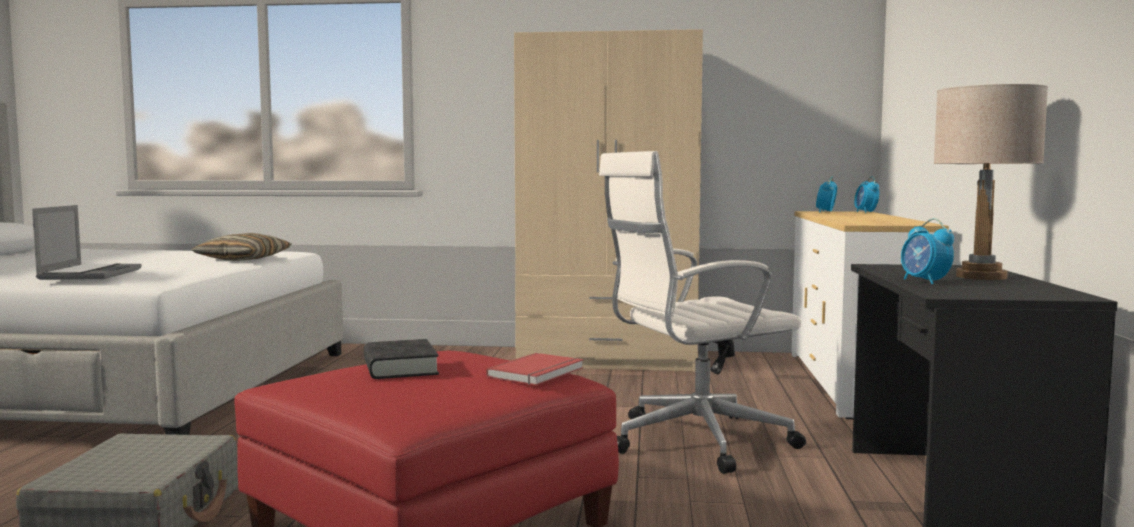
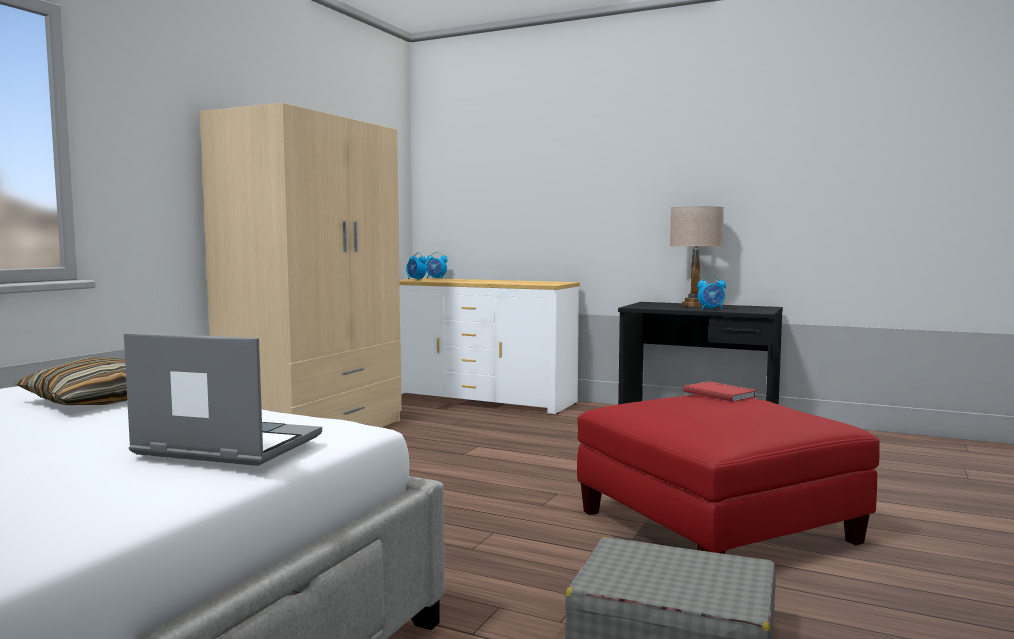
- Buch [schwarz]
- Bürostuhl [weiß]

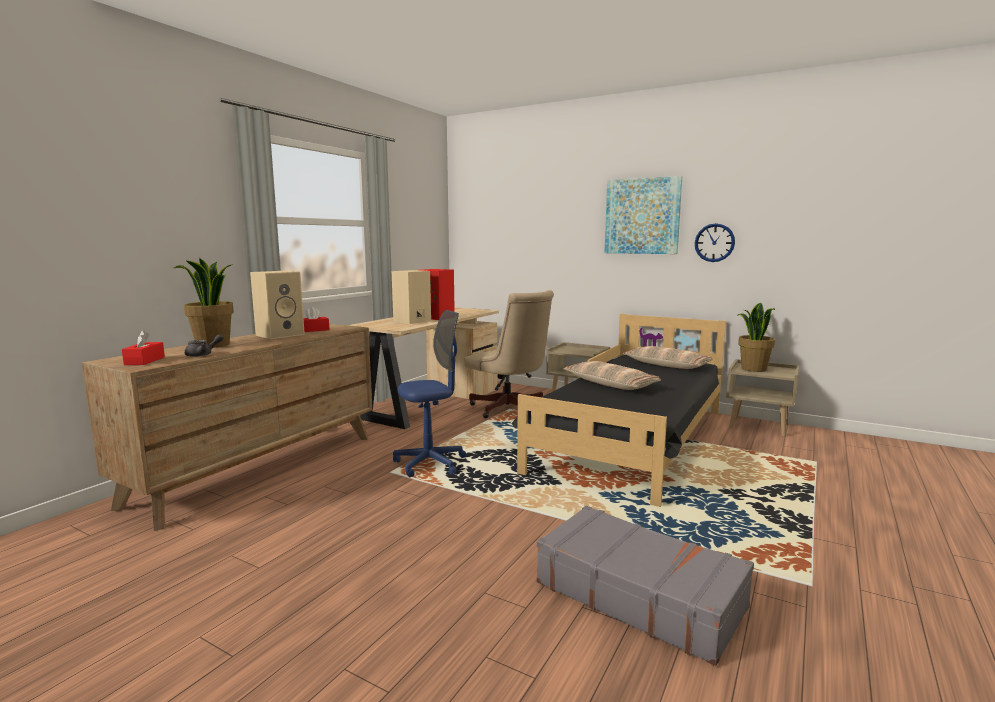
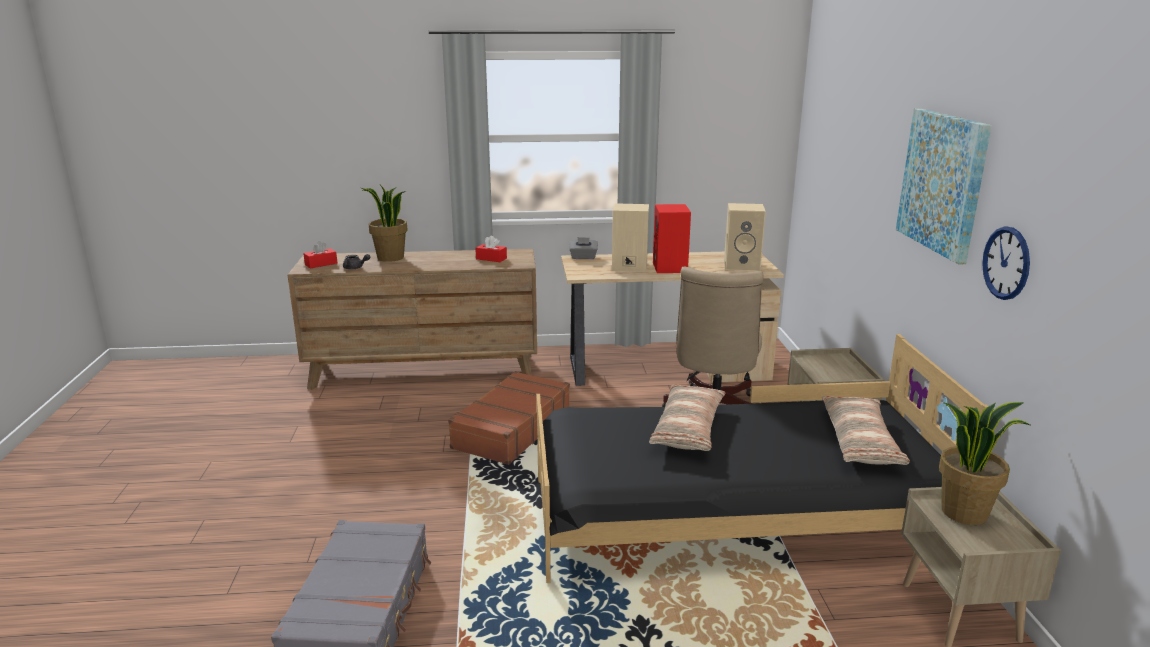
+ Taschentuchbox [grau]
~ Lautsprecher [beige] (no. 1 from left in the first image) to Lautsprecher [beige] (no. 2 from left)
~ Bürostuhl [blau] to Koffer [braun]

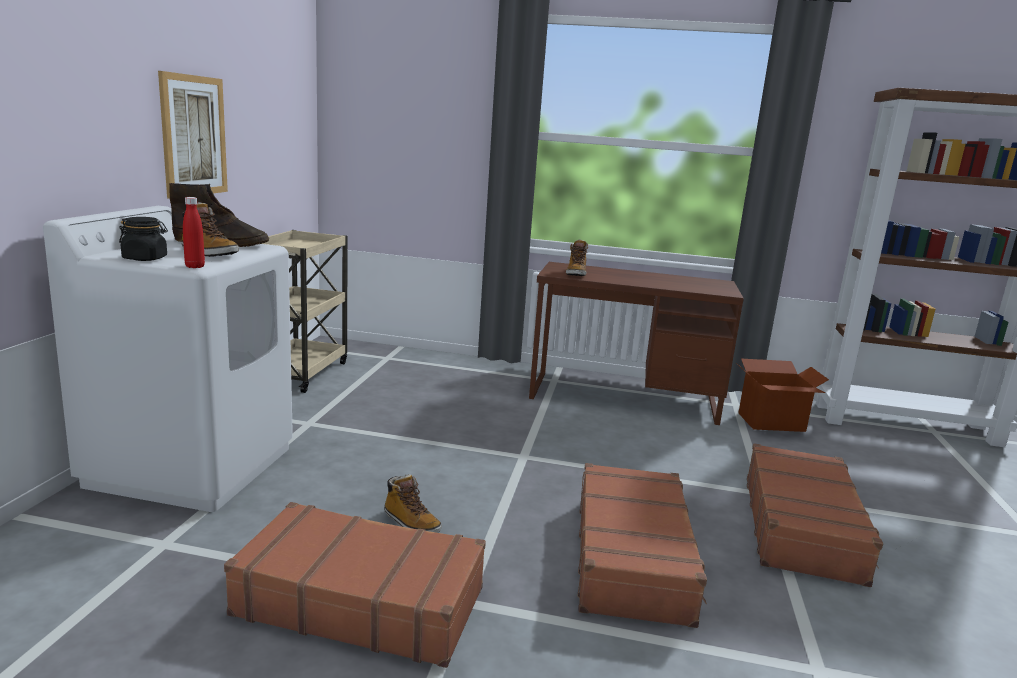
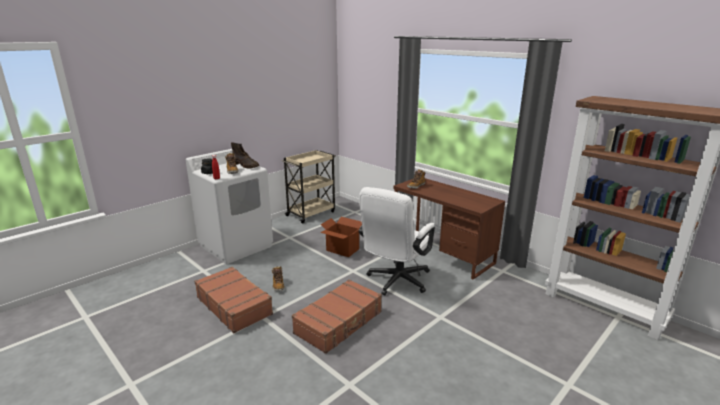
- Bild
- Koffer [braun] (no. 3 from left)
+ Bürostuhl [weiß]
~ Karton

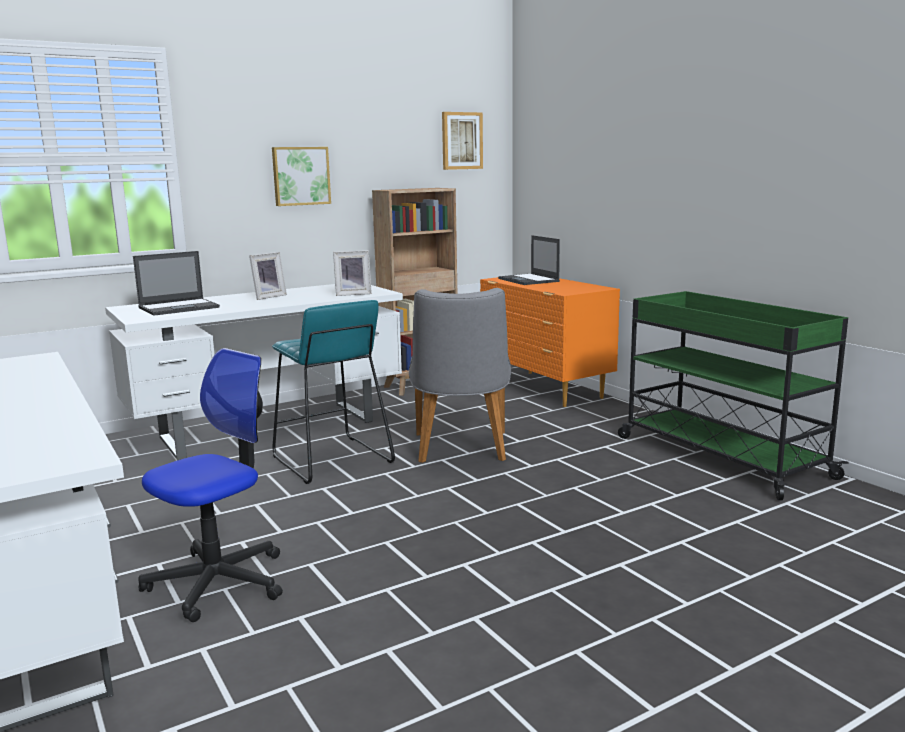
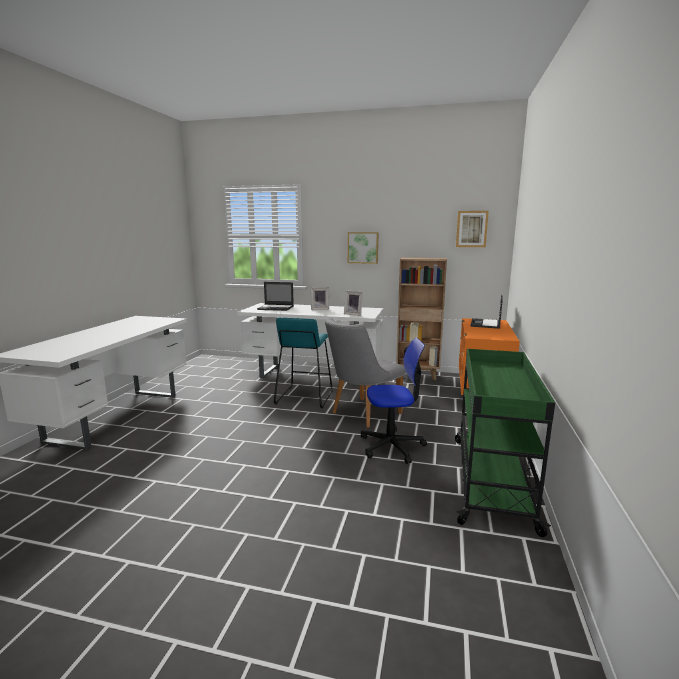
~ Bürostuhl

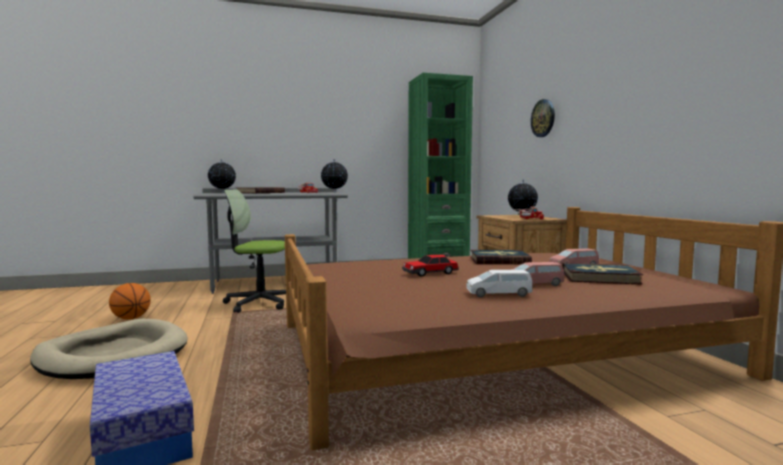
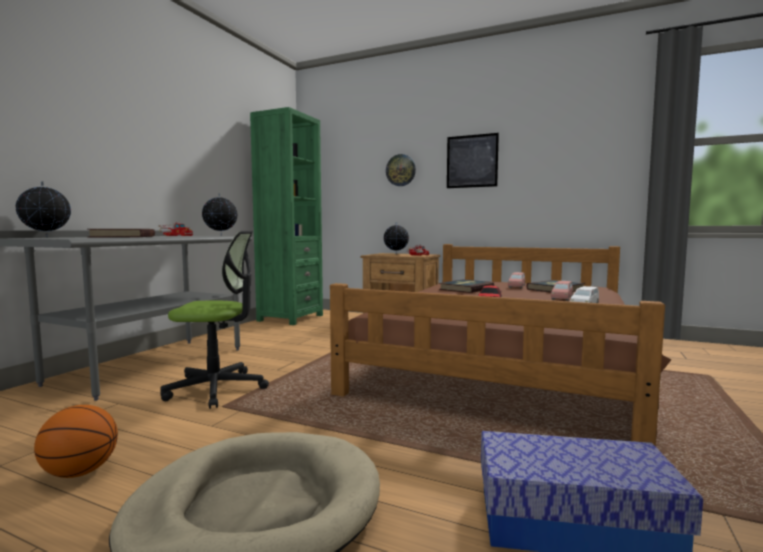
+ Bild
~ Bürostuhl 135 degrees counterclockwise

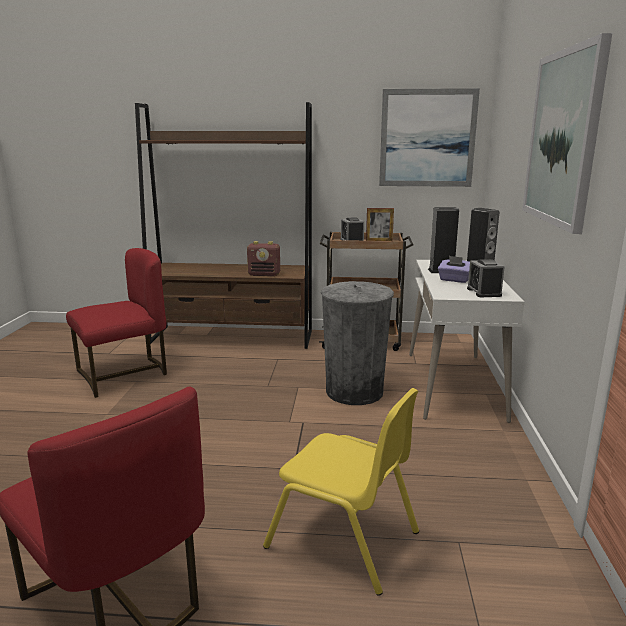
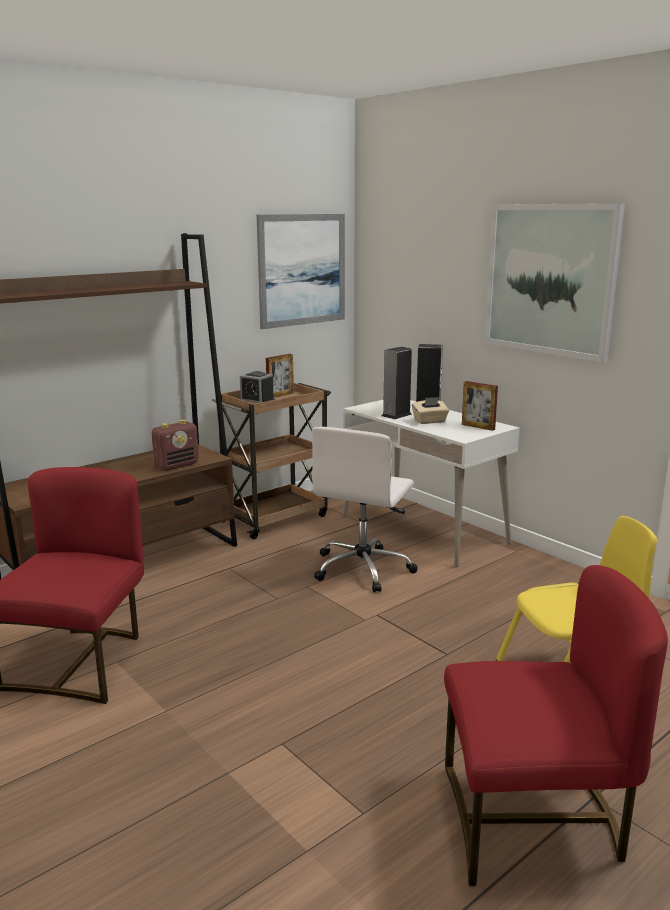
~ Mülleimer [grau] to Bürostuhl [weiß]
~ Wecker (no. 2 from left) to Bilderrahmen (no. 2 from left)
~ Taschentuchbox [lila] to Taschentuchbox [beige]

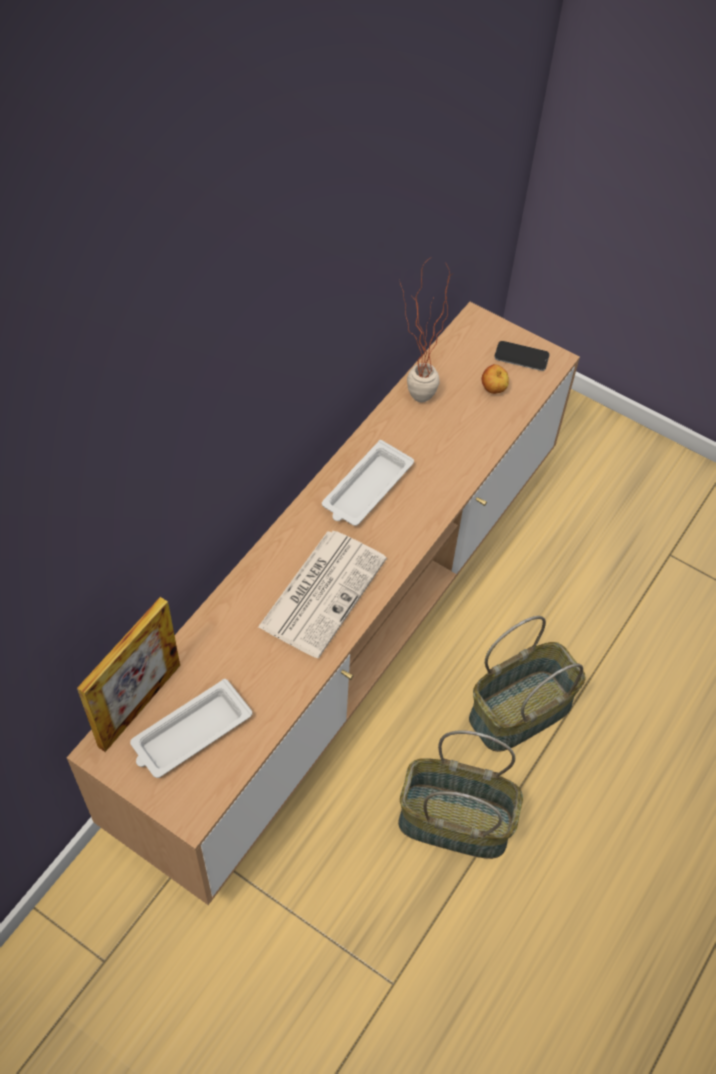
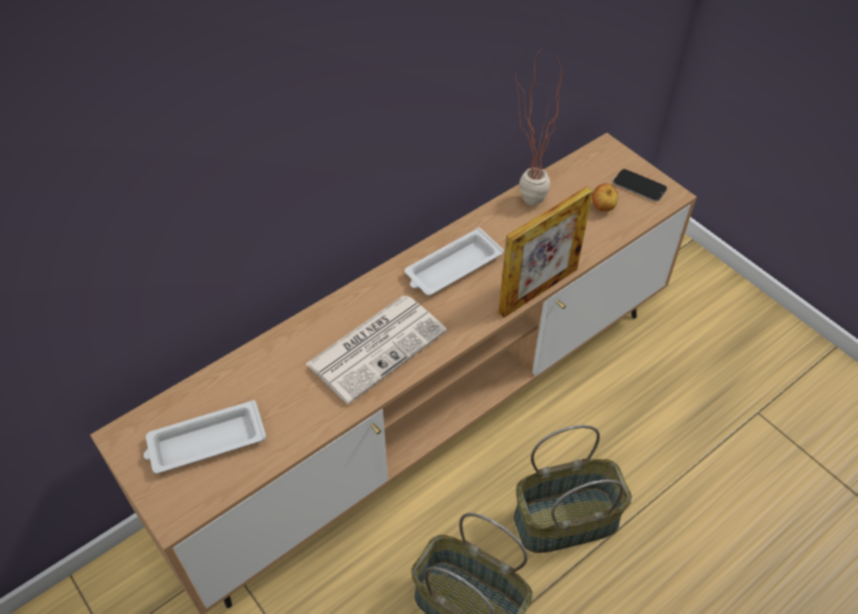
~ Bilderrahmen

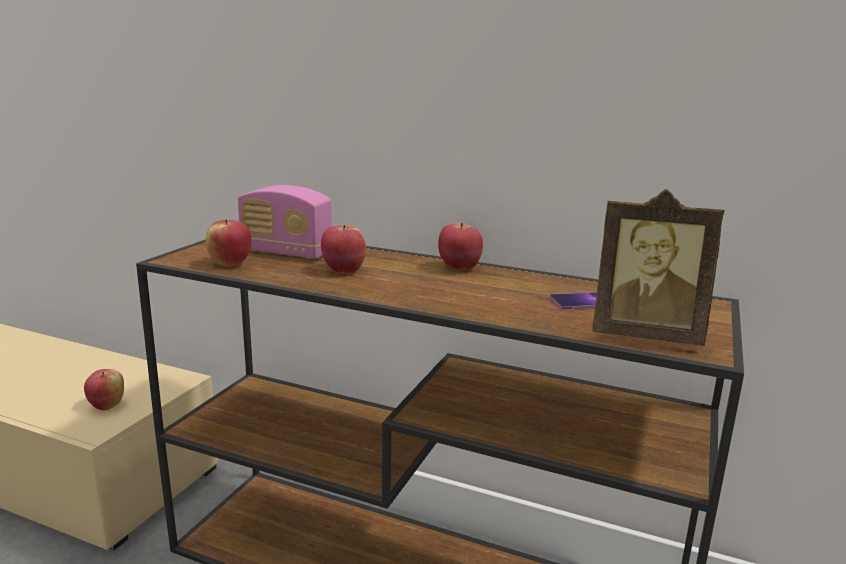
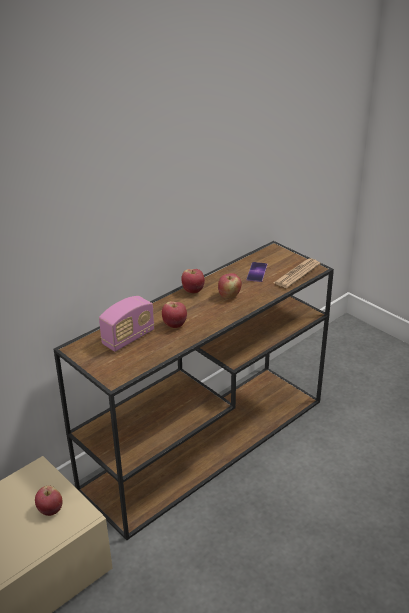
~ Apfel (no. 2 from left in the first image) to Apfel (no. 4 from left)
~ Bilderrahmen to Zeitung

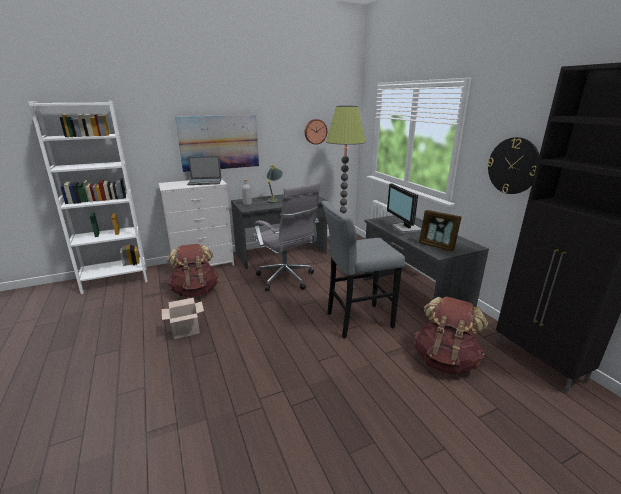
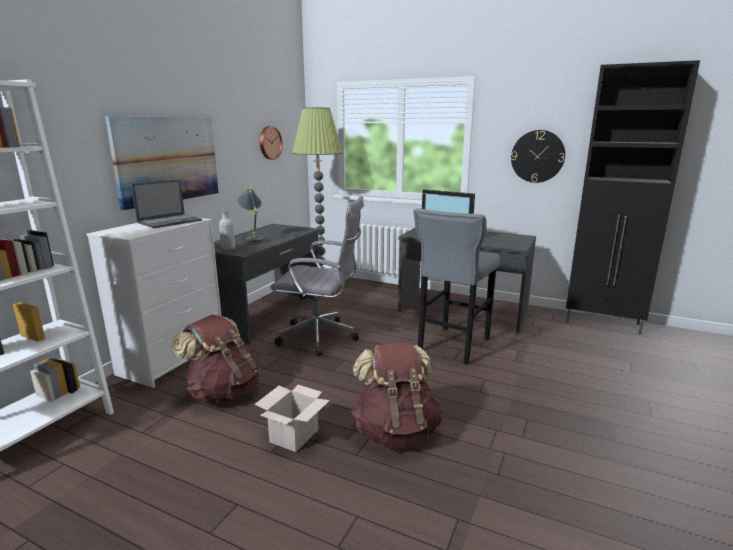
- Bilderrahmen
~ Rucksack [braun] (no. 2 from left)

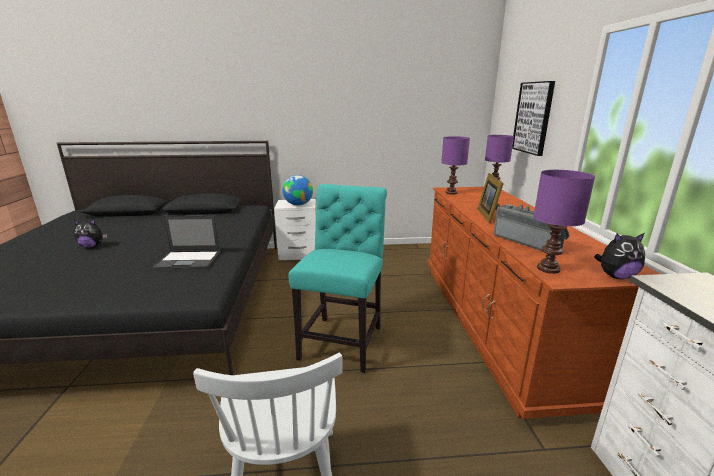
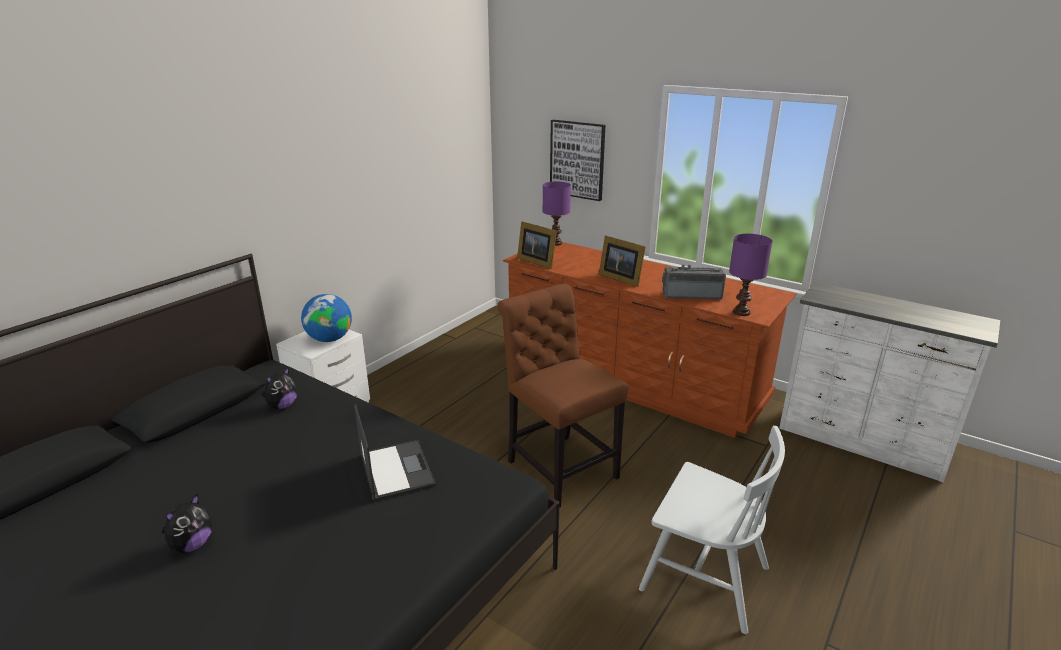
~ Plüschtier (no. 2 from left)
~ Tischlampe [lila] (no. 1 from left) to Bilderrahmen (no. 1 from left)
~ Stuhl [türkis] to Stuhl [braun]
~ Laptop 60 degrees counterclockwise

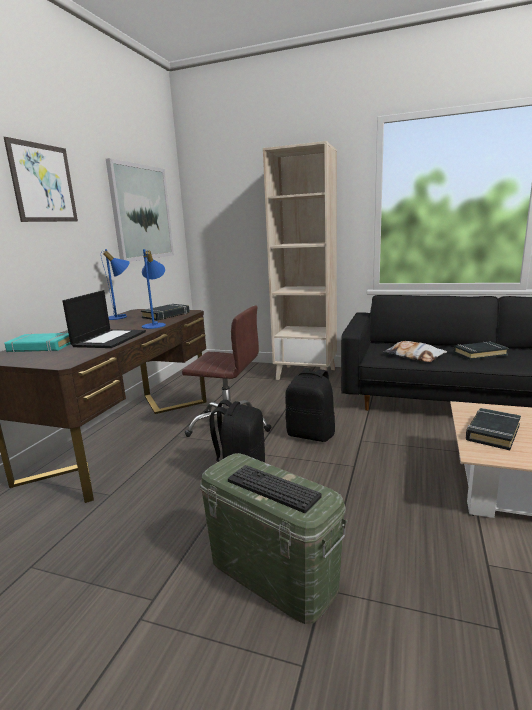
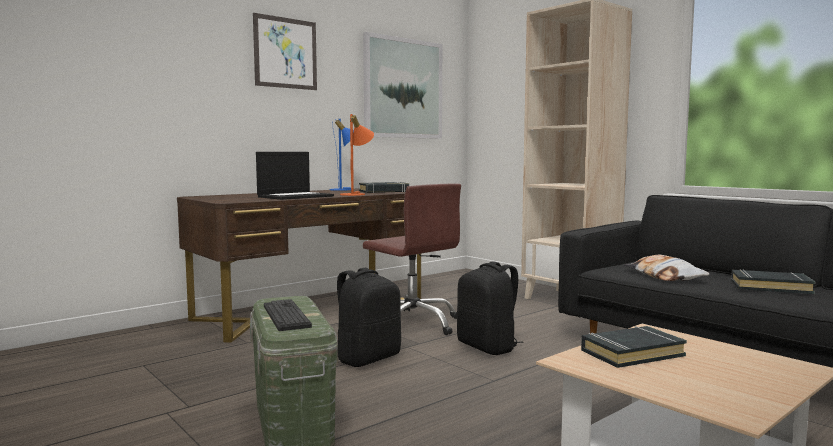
- Buch [türkis]
~ Tischlampe [blau] (no. 2 from left) to Tischlampe [orange]

